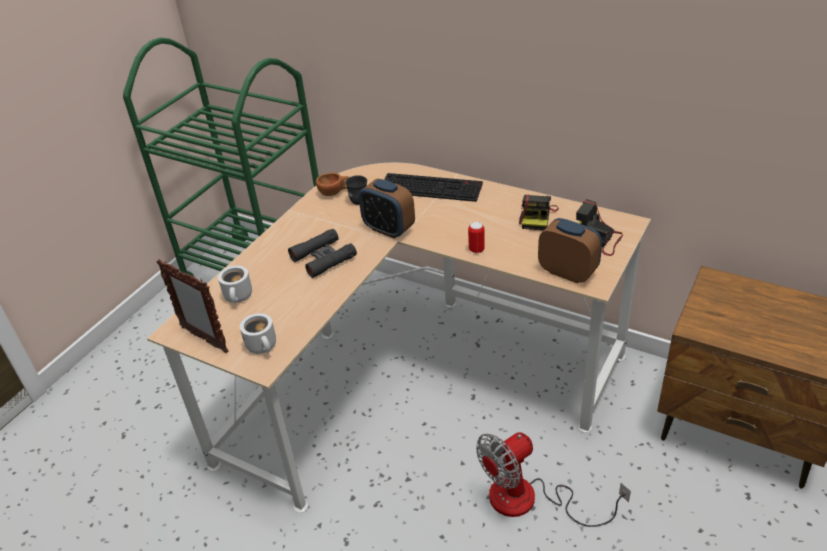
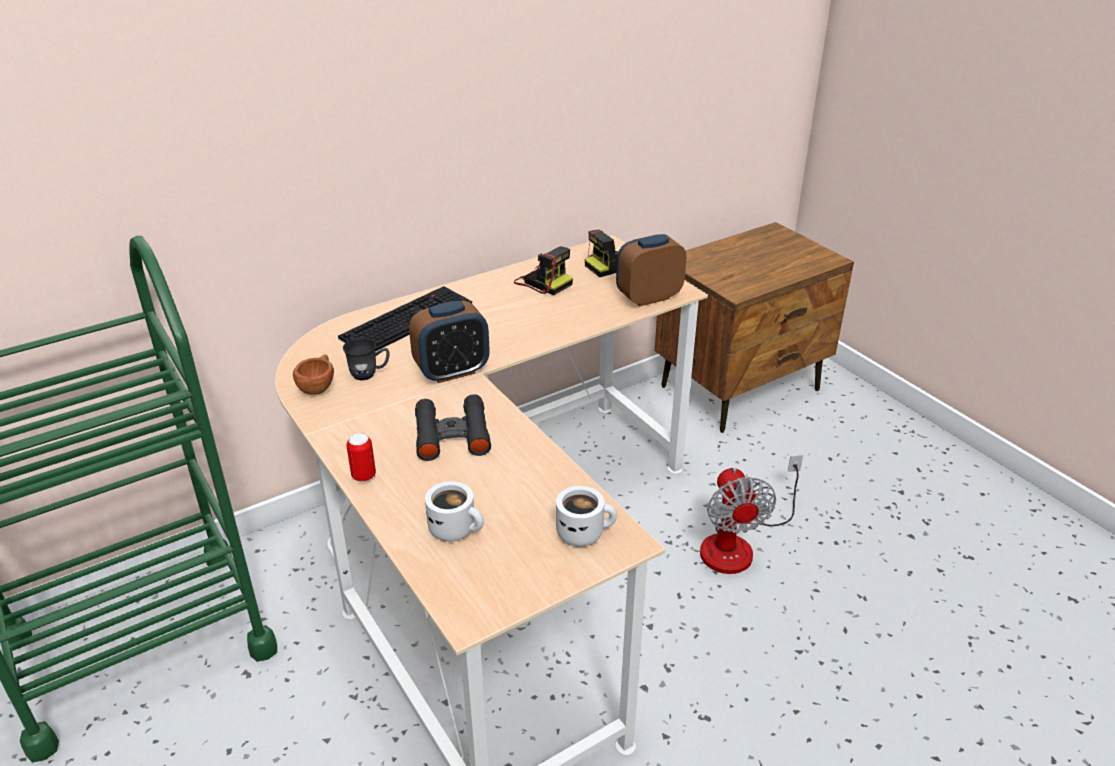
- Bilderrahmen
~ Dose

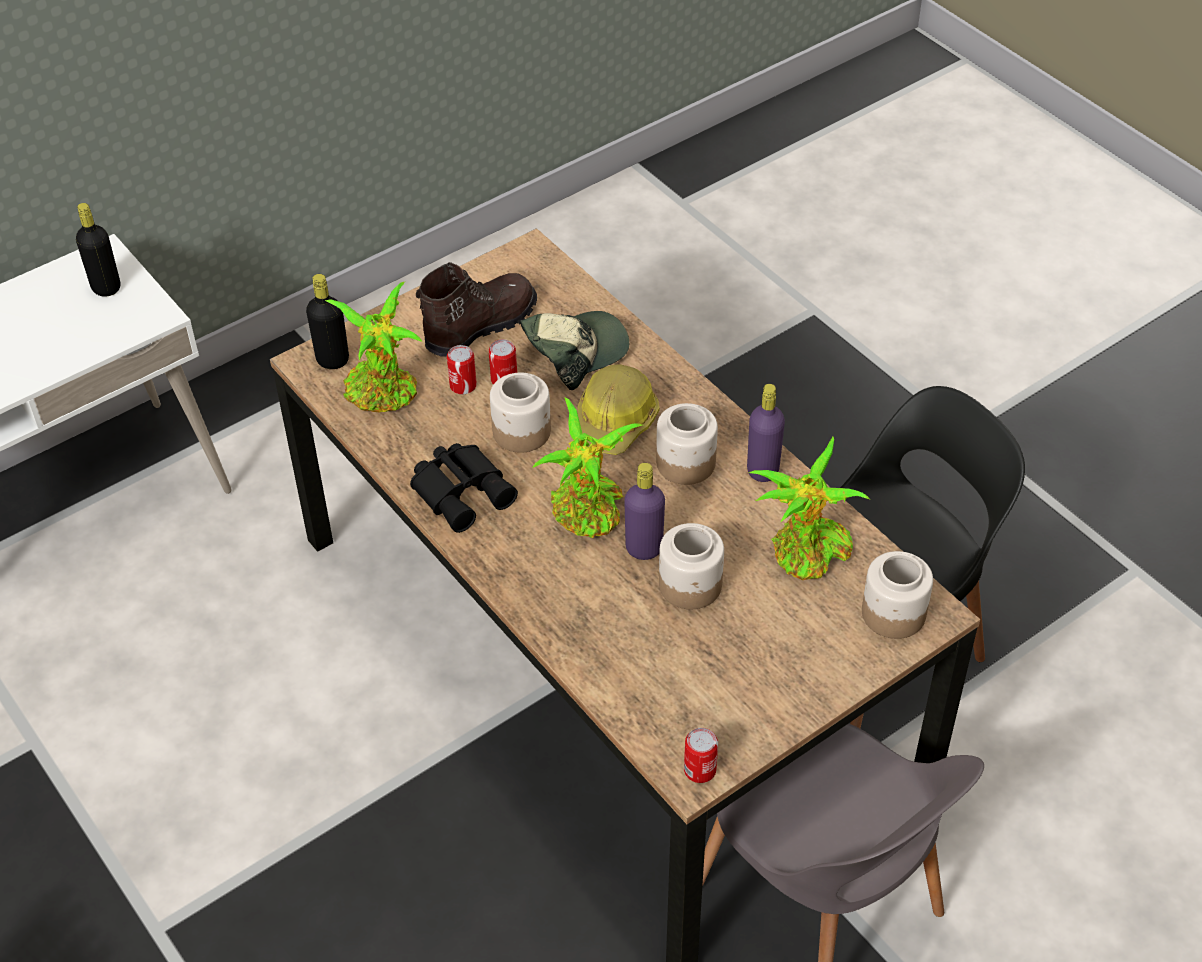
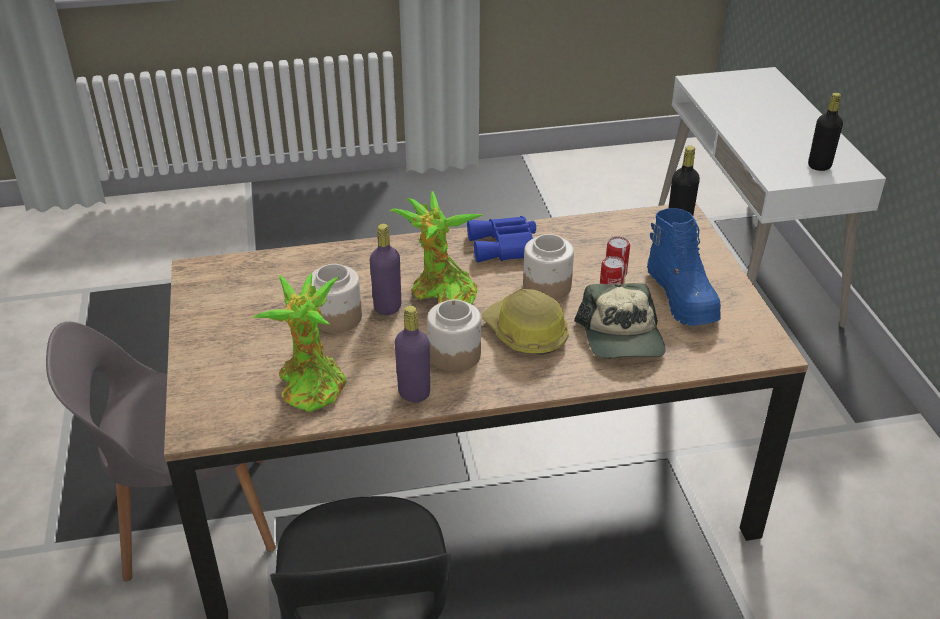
- Topfpflanze (no. 1 from left)
- Dose (no. 3 from left)
- Vorratsglas (no. 4 from left)
~ Fernglas [schwarz] to Fernglas [blau]
~ Stiefel [braun] to Stiefel [blau]

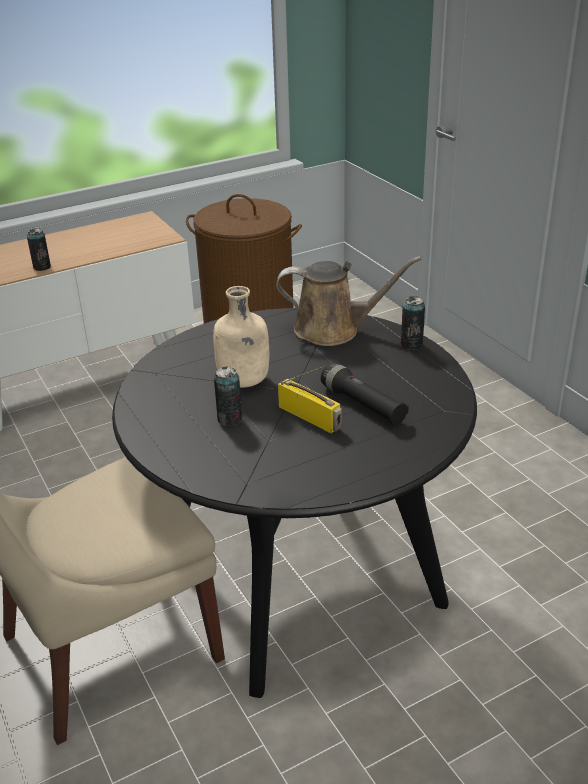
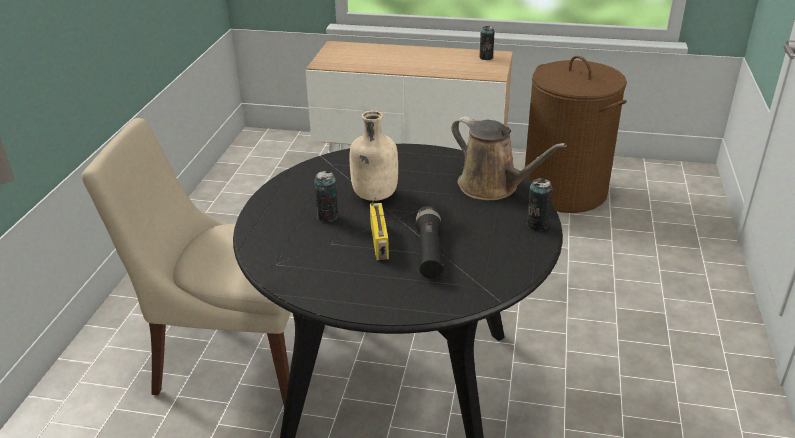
~ Dose (no. 1 from left in the first image) to Dose (no. 2 from left)

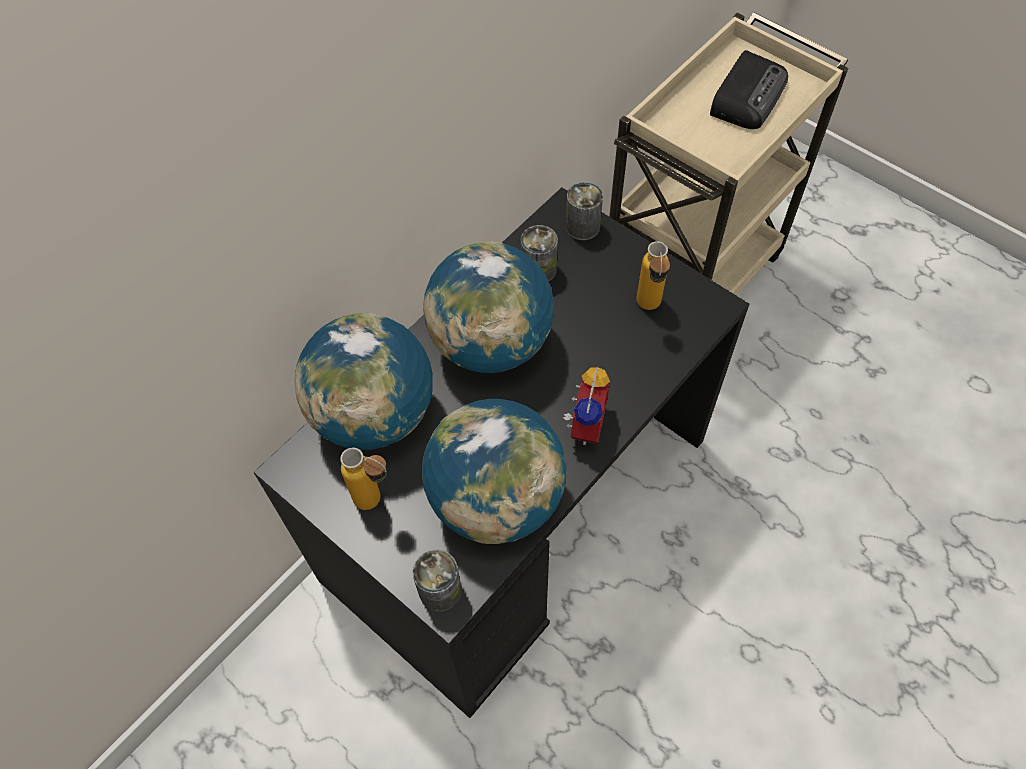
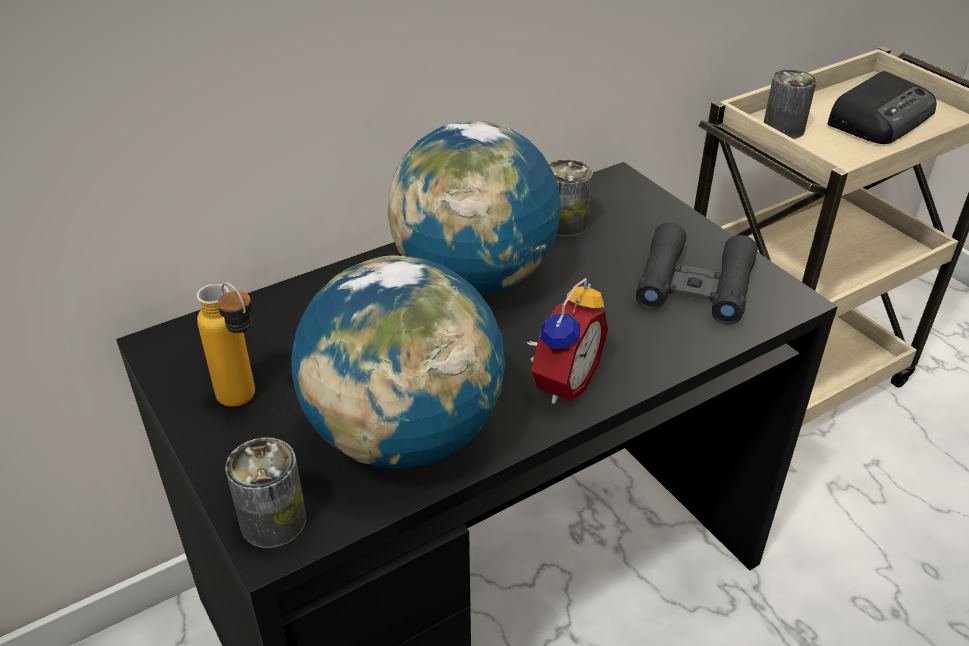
- Globus (no. 1 from left)
~ Dose (no. 3 from left)
~ Flasche (no. 2 from left) to Fernglas [schwarz]

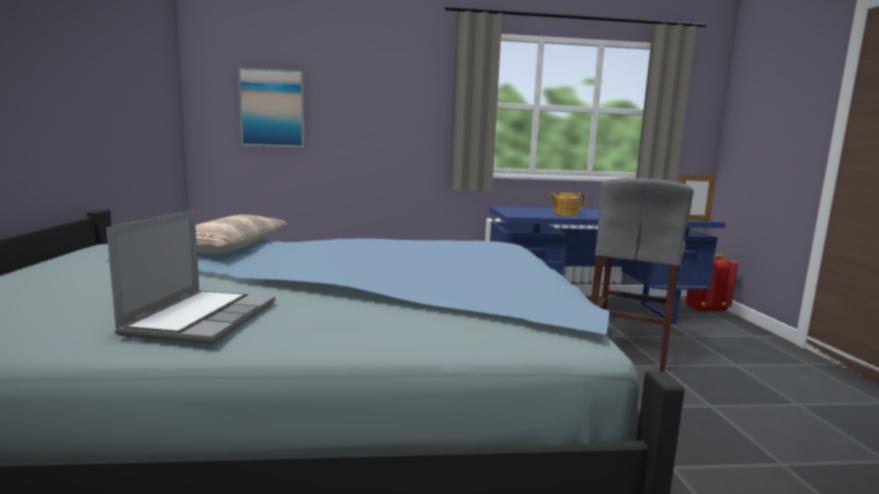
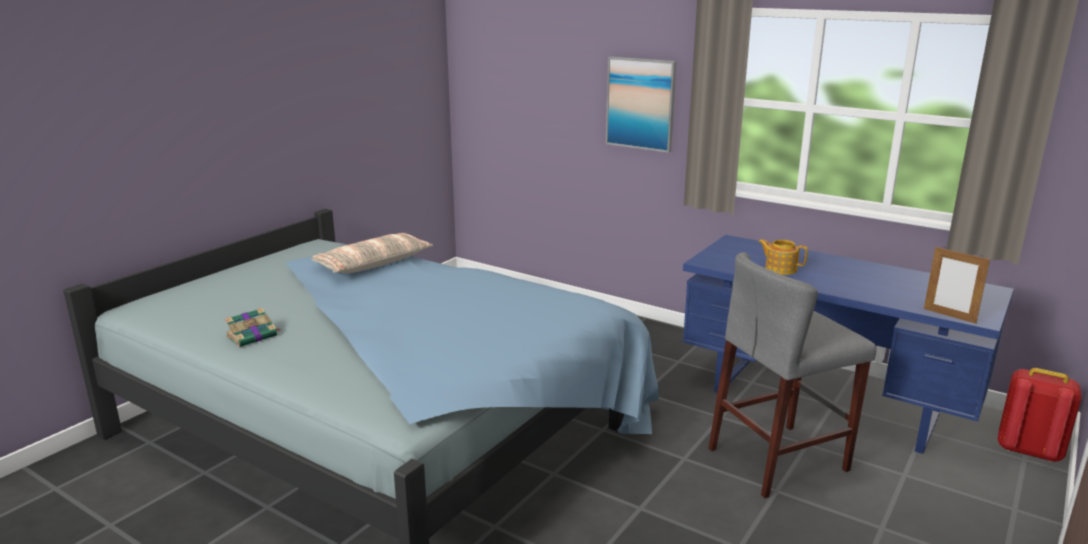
~ Bild
~ Laptop to Buch

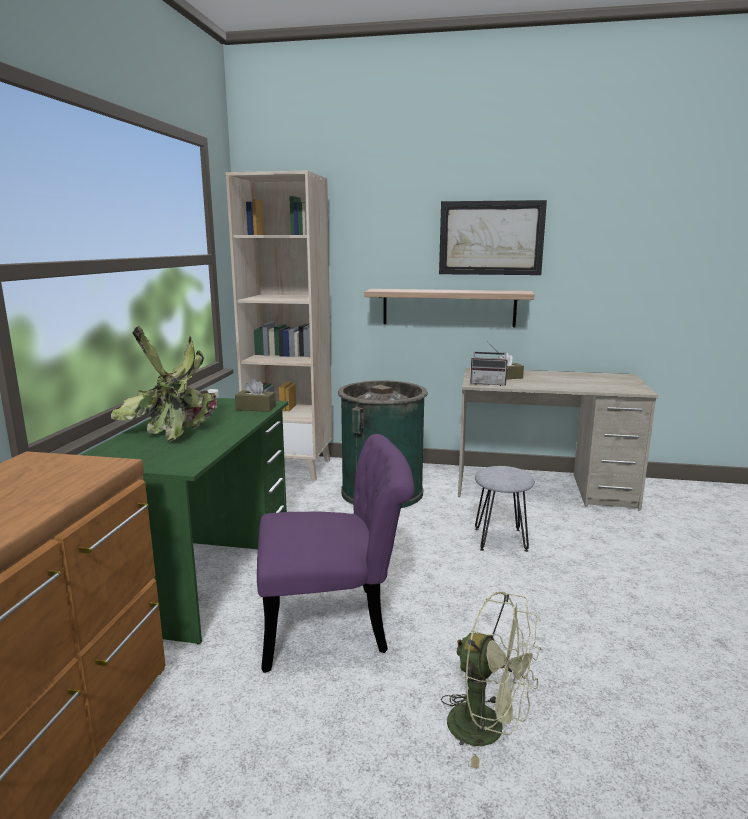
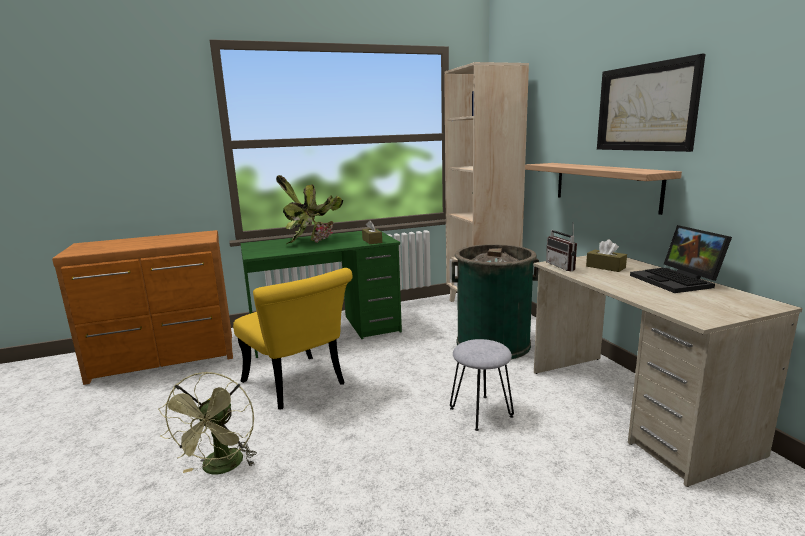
+ Laptop
~ Stuhl [lila] to Stuhl [gelb]

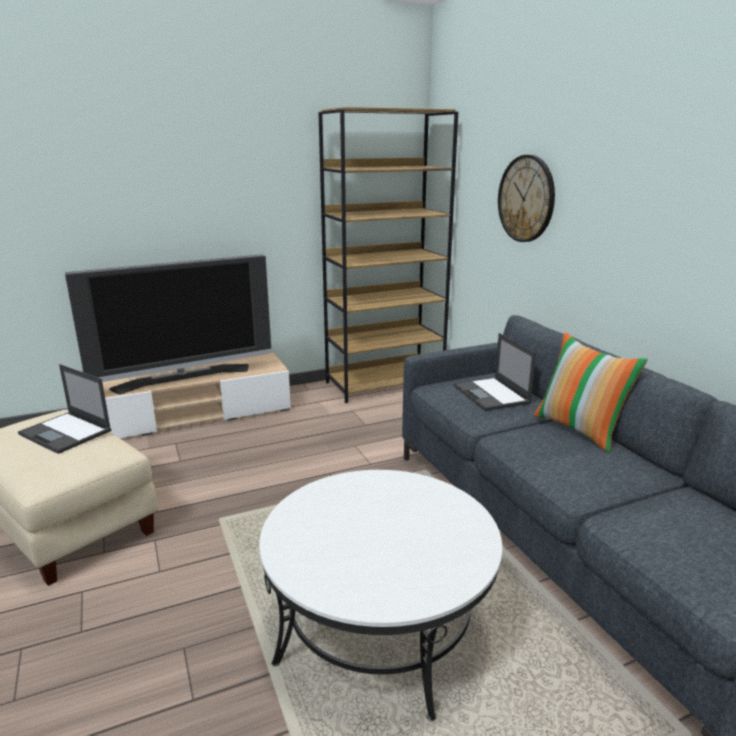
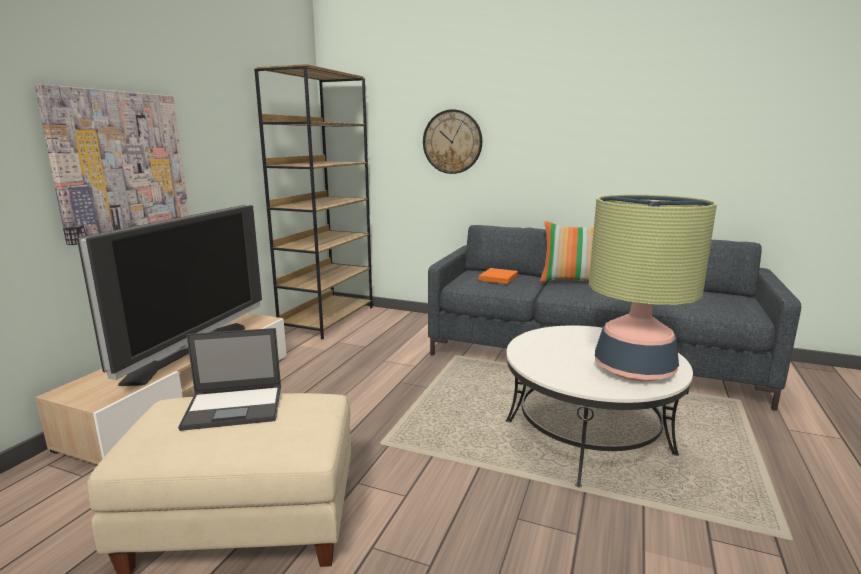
+ Bild
+ Tischlampe
~ Laptop (no. 2 from left) to Buch [orange]

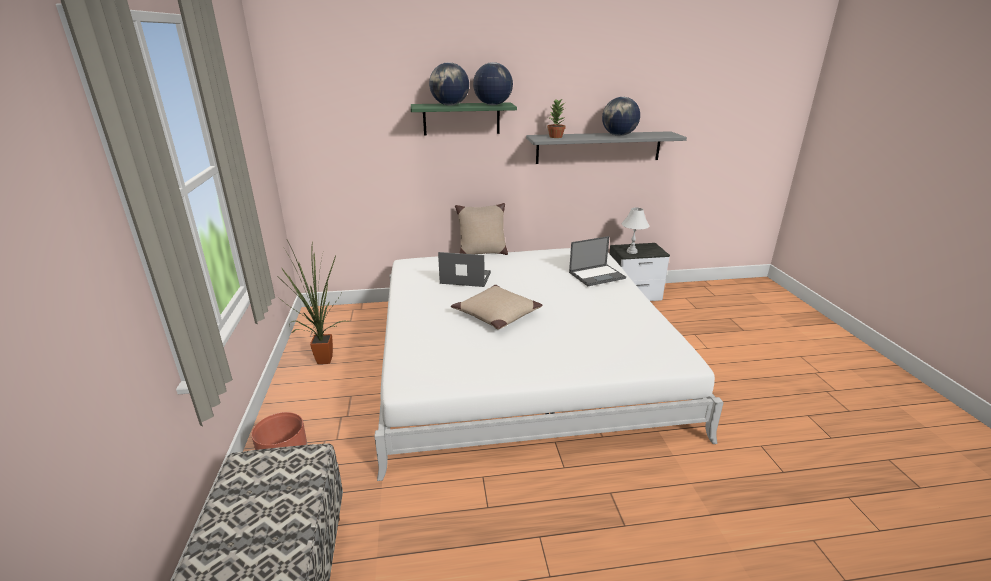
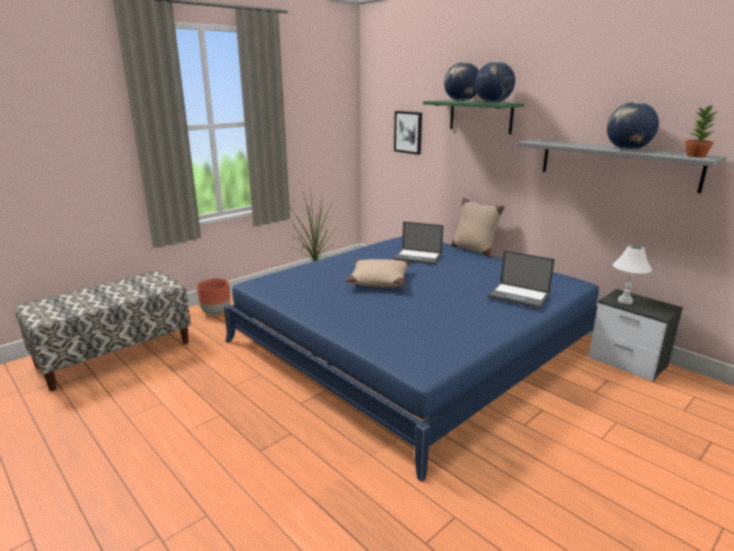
+ Bild
~ Topfpflanze (no. 2 from left)
~ Bett [weiß] to Bett [blau]
~ Laptop (no. 1 from left) 135 degrees clockwise

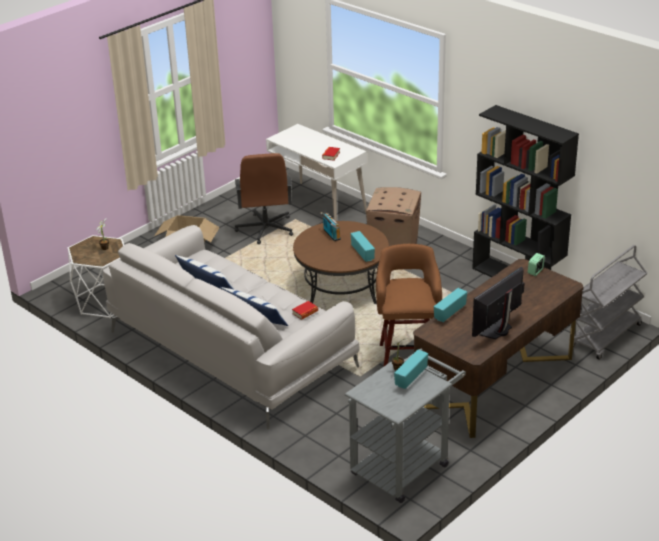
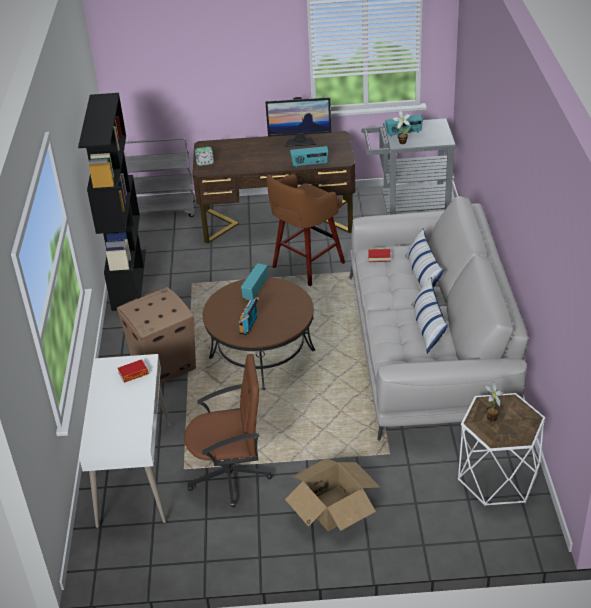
~ Bürostuhl [braun] 45 degrees clockwise

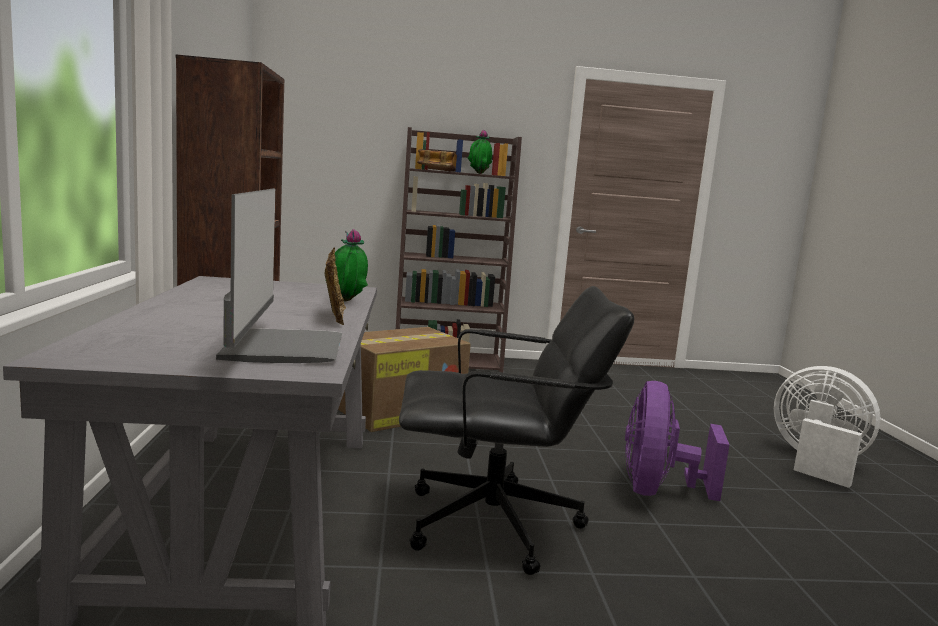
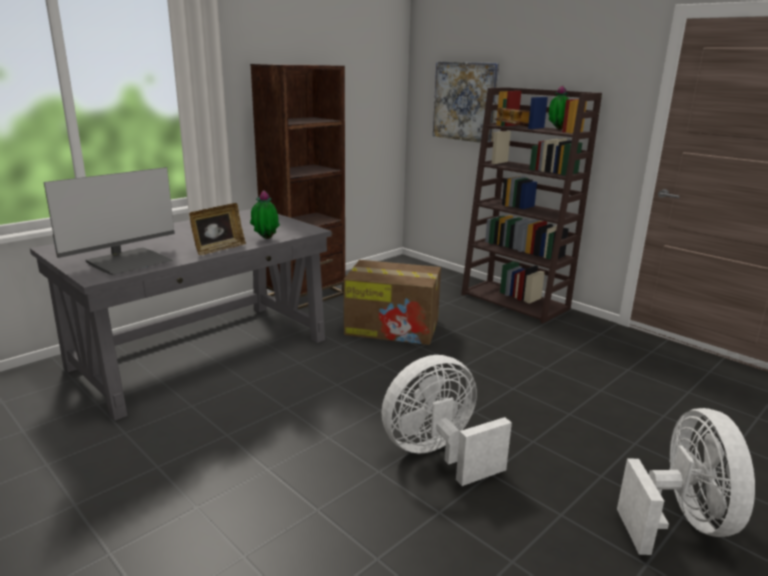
- Bürostuhl [schwarz]
+ Bild
~ Ventilator [lila] to Ventilator [weiß] (no. 1 from left)

